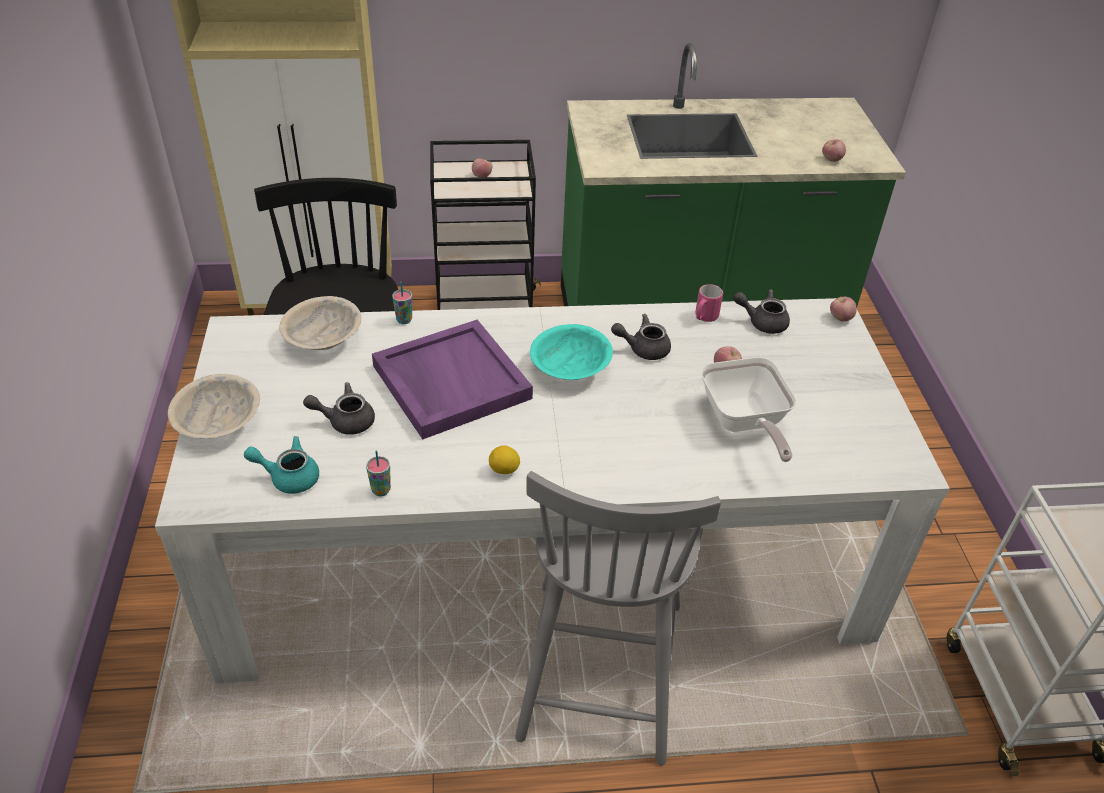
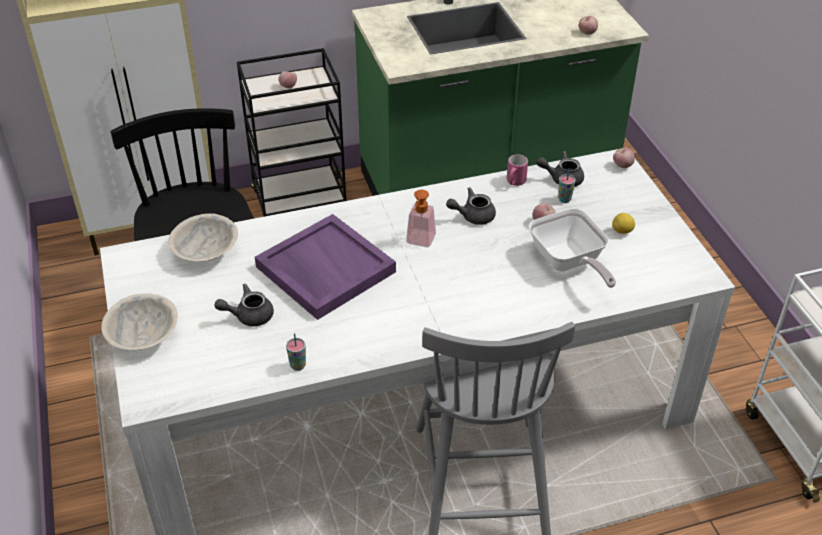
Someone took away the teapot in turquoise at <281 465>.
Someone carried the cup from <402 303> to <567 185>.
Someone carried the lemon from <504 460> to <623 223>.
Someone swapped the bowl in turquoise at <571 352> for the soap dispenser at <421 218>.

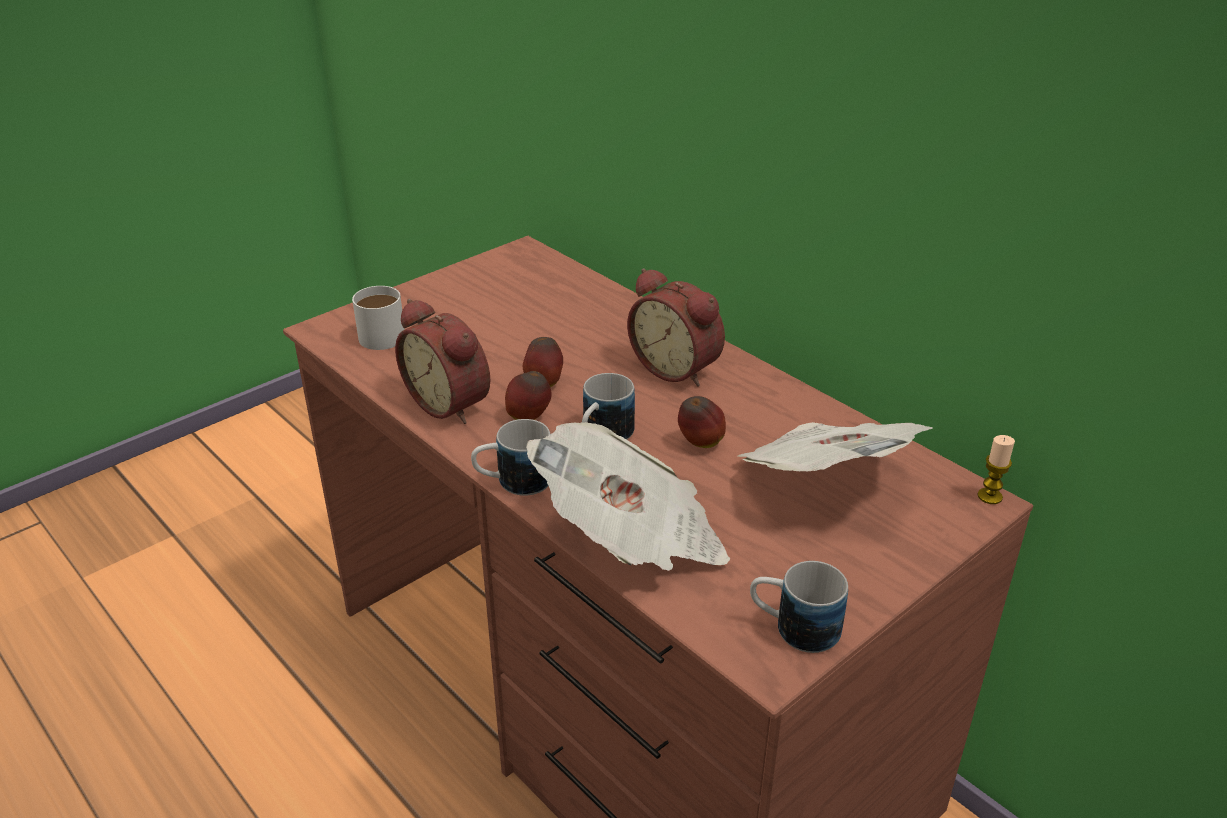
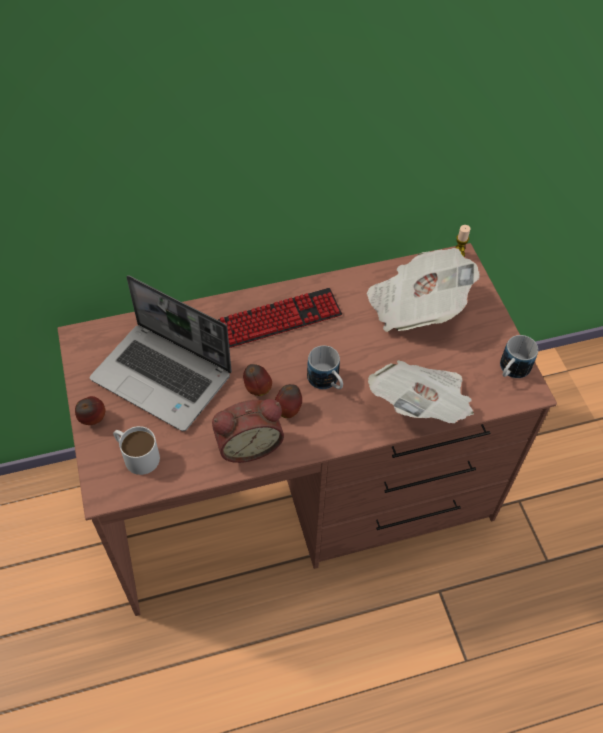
Someone took away the mug at <510 457>.
Someone put down the laptop at <161 353>.
Someone carried the apple from <702 422> to <90 410>.
Someone swapped the alarm clock at <676 327> for the keyboard at <280 318>.

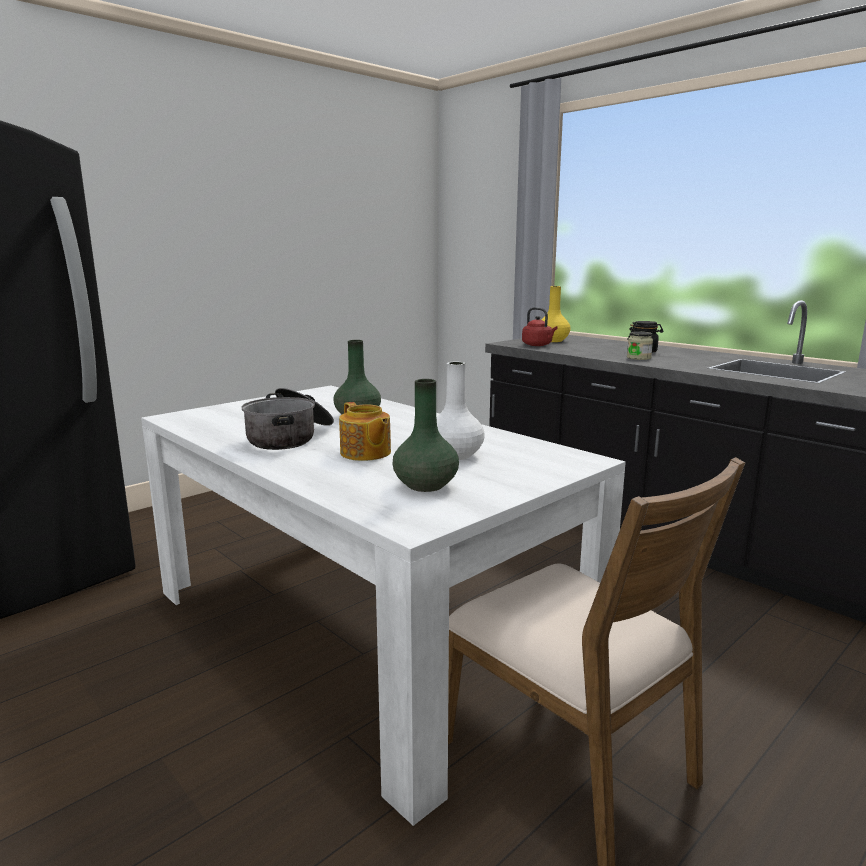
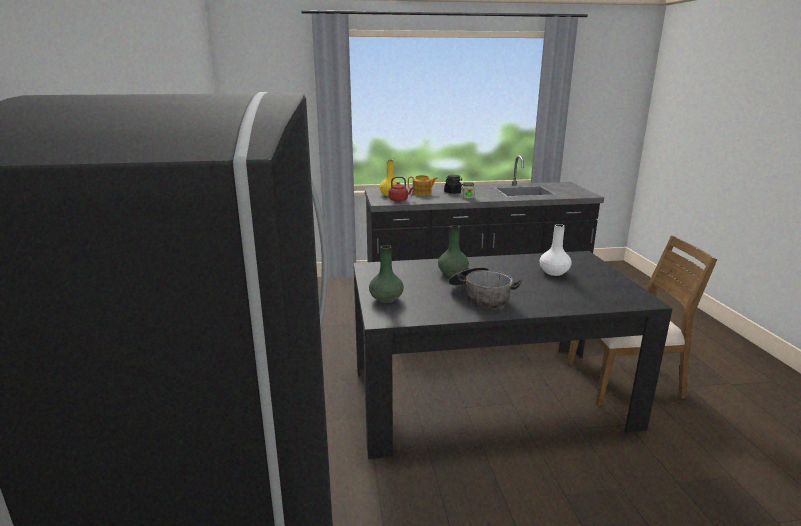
Someone carried the teapot from <365 431> to <423 185>.
Someone carried the vase in green from <426 435> to <386 274>.
Someone repainted the dining table in white at <383 605>, which became the dining table in black at <513 355>.

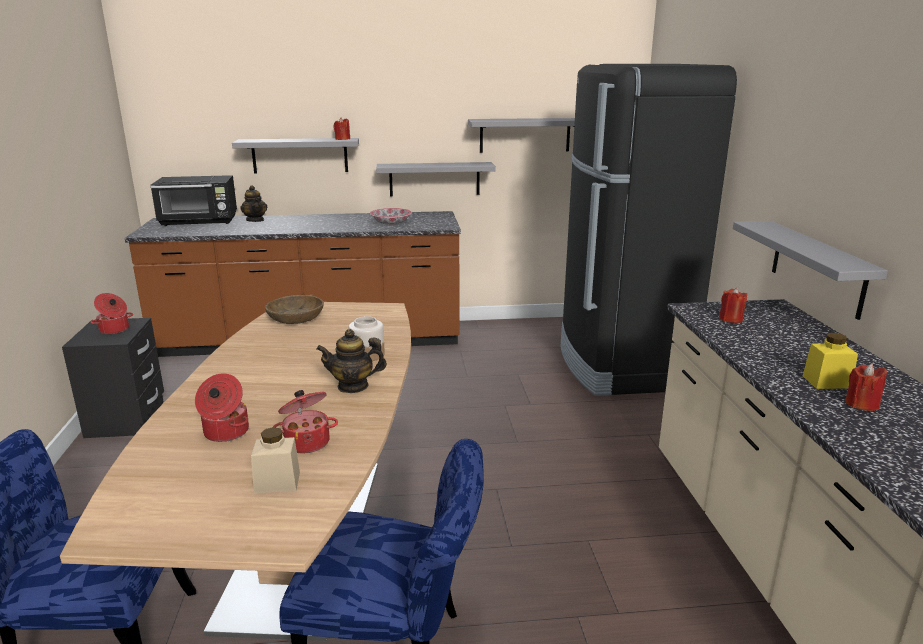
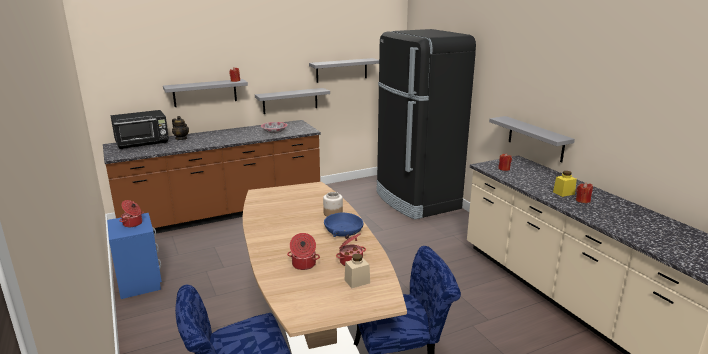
Someone took away the bowl in brown at <294 309>.
Someone swapped the teapot at <351 361> for the bowl in blue at <344 225>.
Someone repainted the nightstand in black at <113 378>, which became the nightstand in blue at <134 256>.

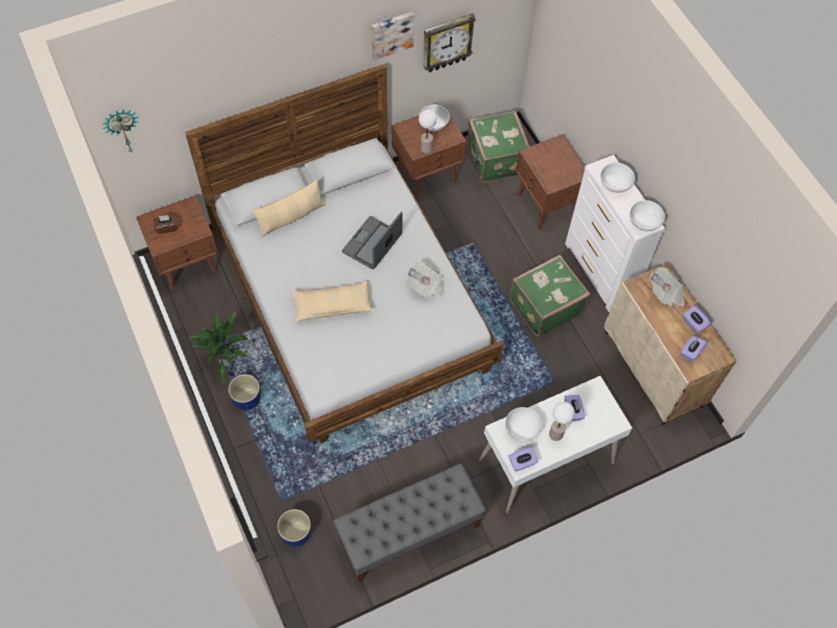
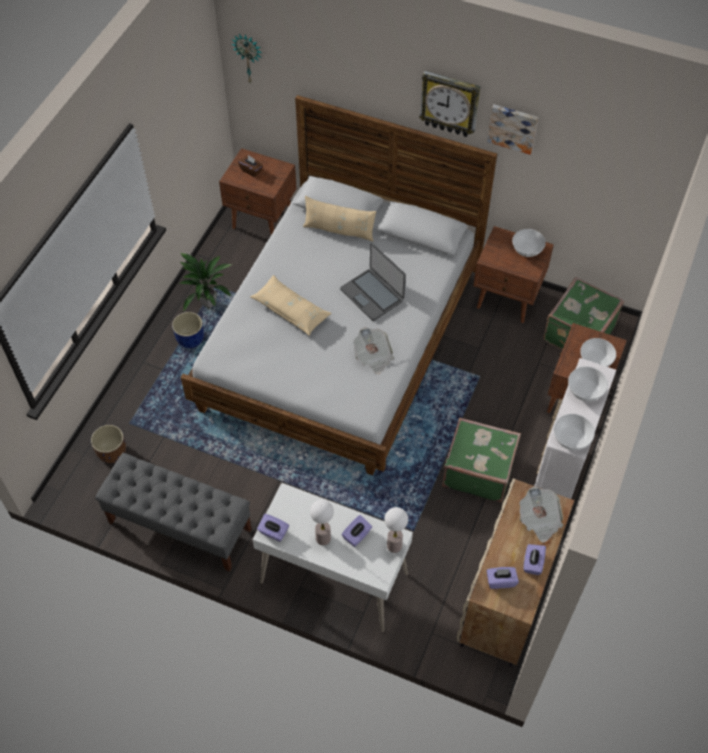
Someone carried the table lamp from <428 131> to <396 530>.
Someone carried the wall clock from <449 43> to <449 104>.
Someone carried the bowl in white from <523 424> to <598 352>.
Someone repainted the planter in blue at <294 528>, which became the planter in brown at <108 444>.
Someone rotated the laptop at <372 240> by 120 degrees counterclockwise.

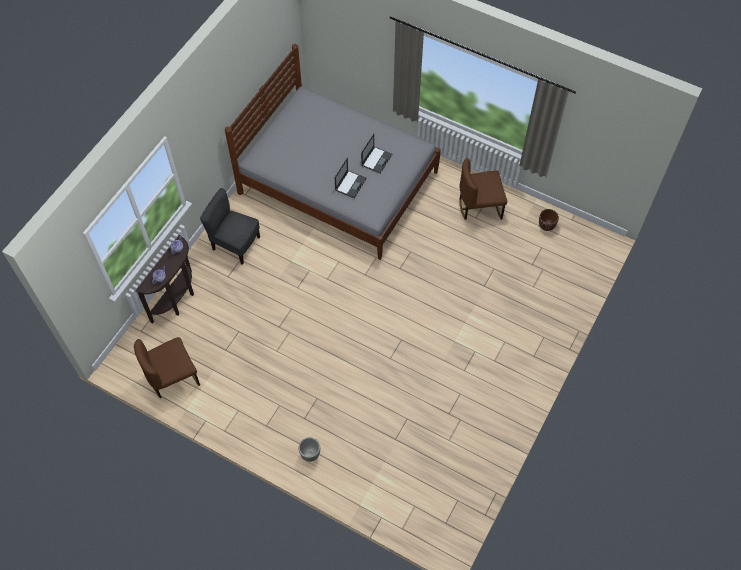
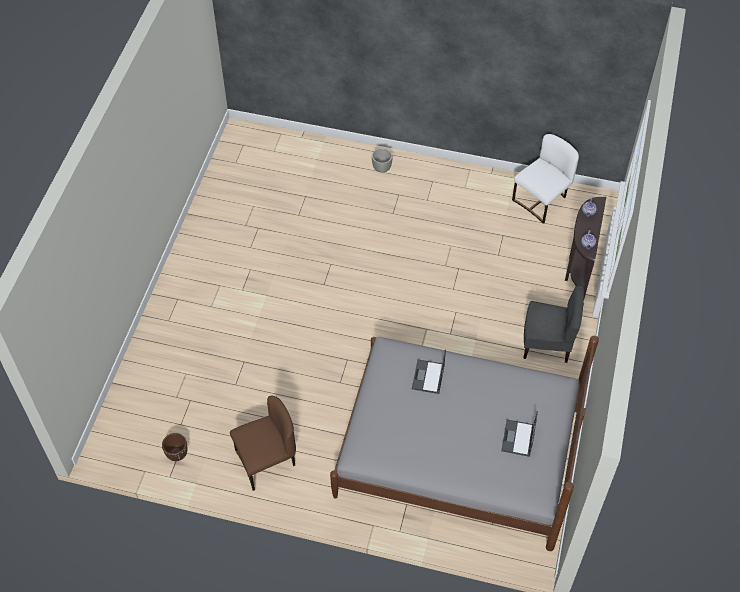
Someone carried the laptop from <376 153> to <519 434>.
Someone repainted the chair in brown at <167 367>, which became the chair in white at <545 179>.

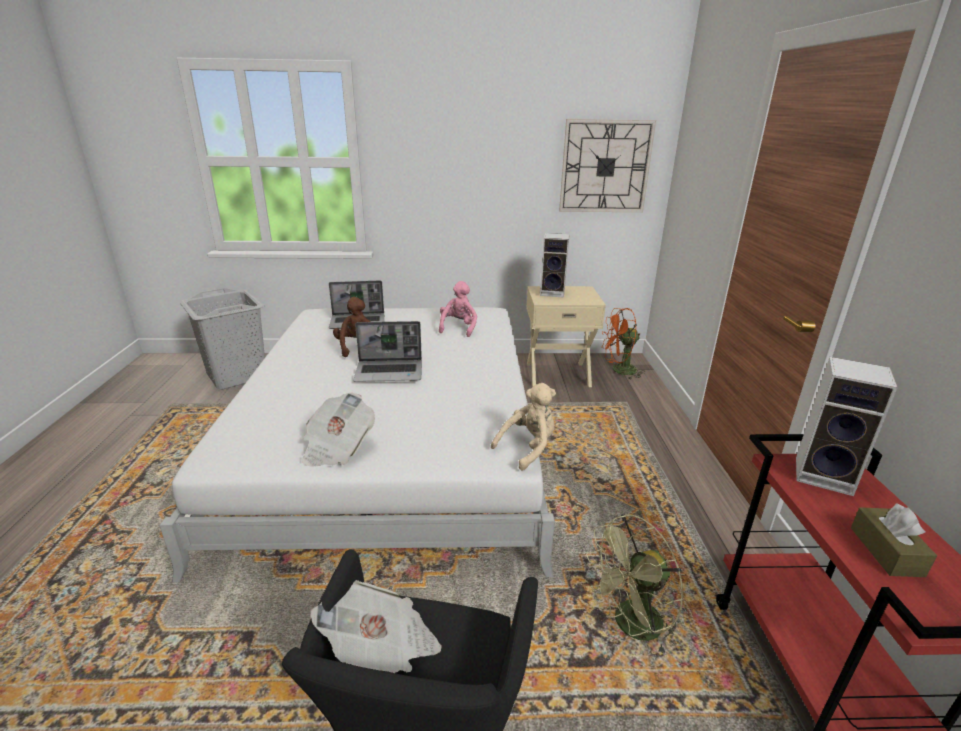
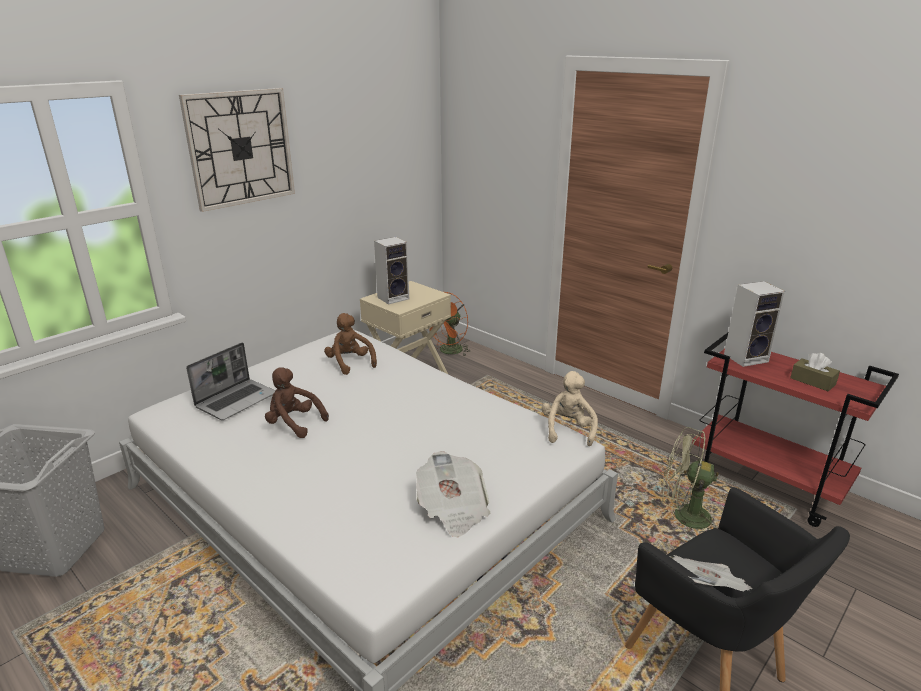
Someone took away the laptop at <387 351>.
Someone carried the wall clock from <607 165> to <237 150>.
Someone repainted the plush toy in pink at <458 309>, which became the plush toy in brown at <350 344>.
Someone rotated the fan in green at <635 584> by 90 degrees clockwise.

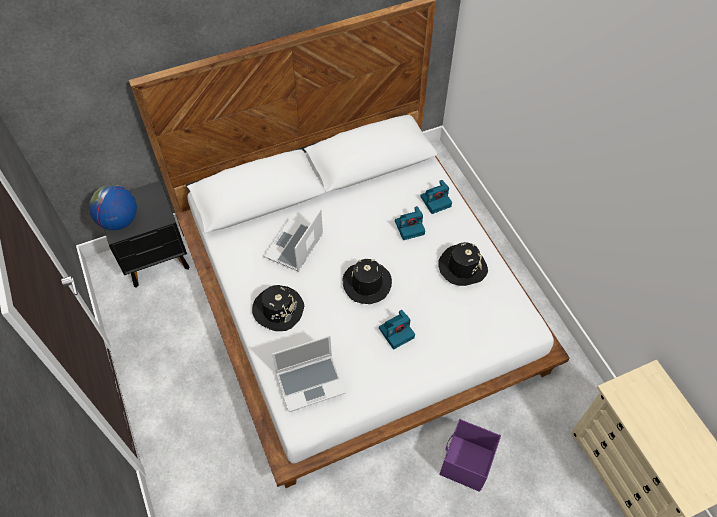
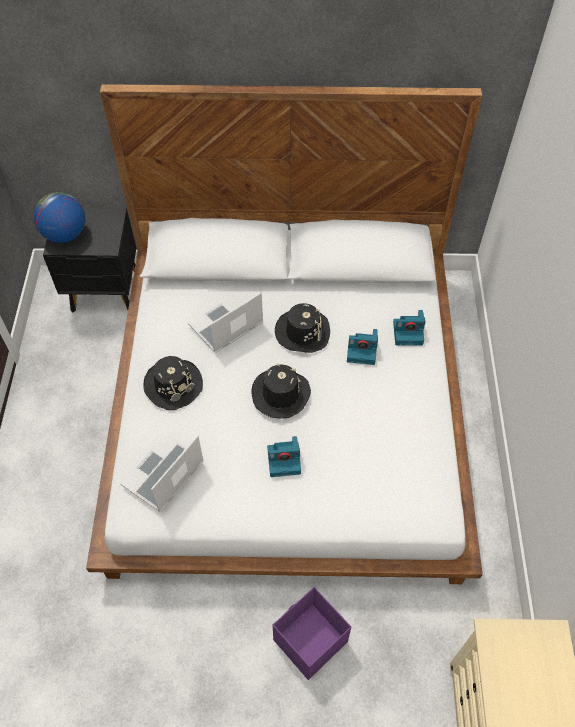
Someone carried the hat in black from <463 264> to <302 328>.
Someone rotated the laptop at <308 373> by 120 degrees clockwise.

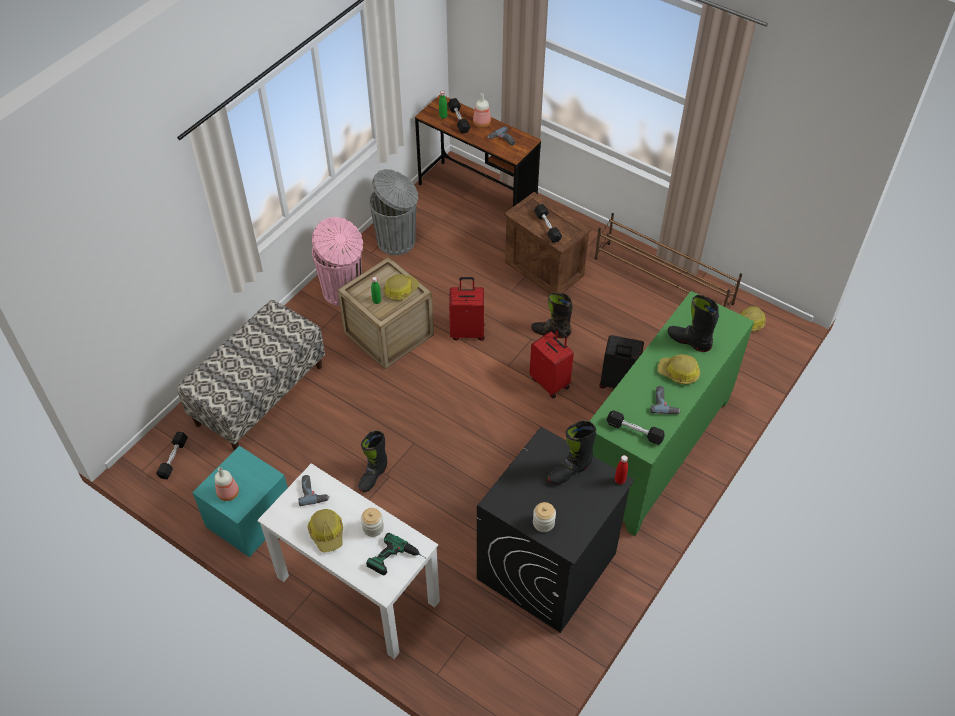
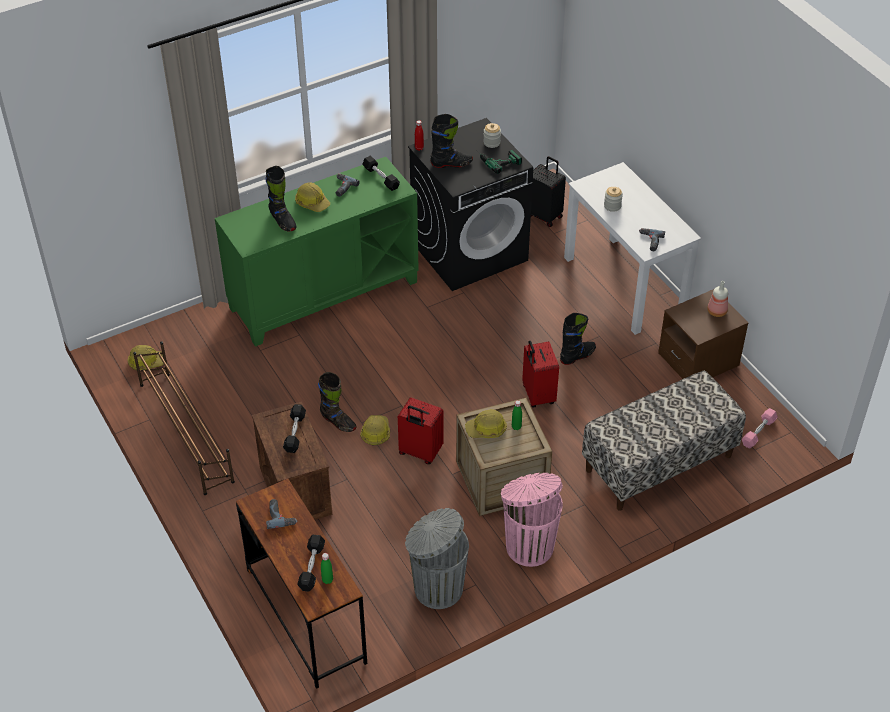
Someone took away the bottle at <482 110>.
Someone carried the hard hat from <325 530> to <375 430>.
Someone carried the power drill from <396 554> to <499 162>.
Someone carried the suitcase in red from <552 363> to <540 374>.
Someone carried the suitcase in black from <621 361> to <548 191>.
Someone repainted the dumbbell in black at <172 455>, which became the dumbbell in pink at <760 428>.
Someone repainted the nightstand in turquoise at <240 501>, which became the nightstand in brown at <703 334>.

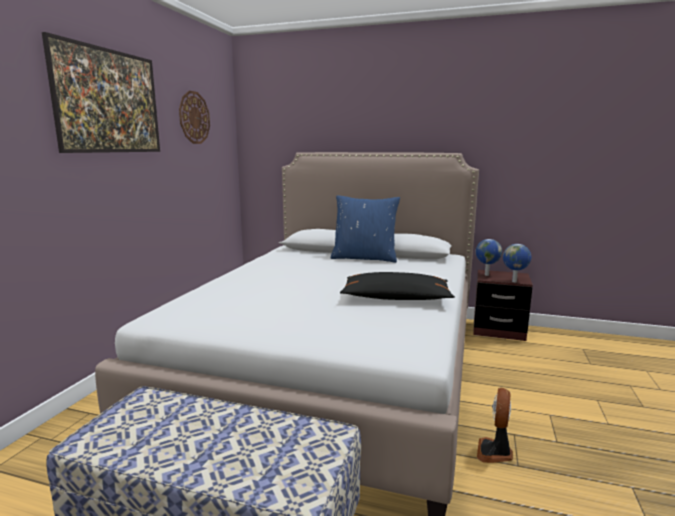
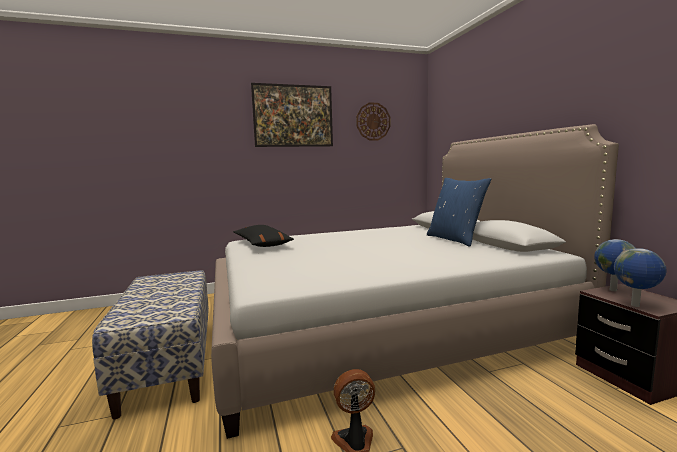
Someone carried the pillow in black from <397 286> to <263 236>.

